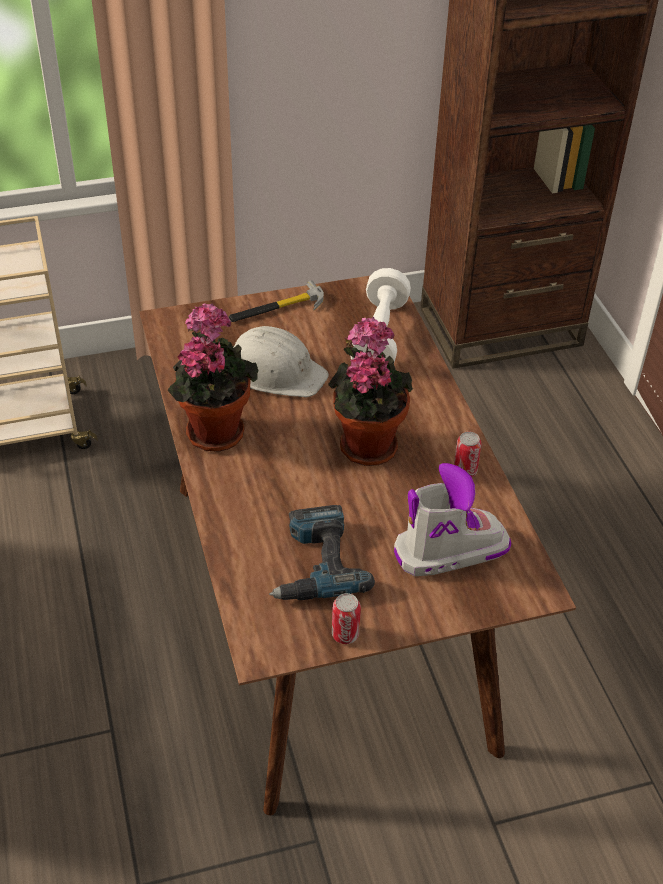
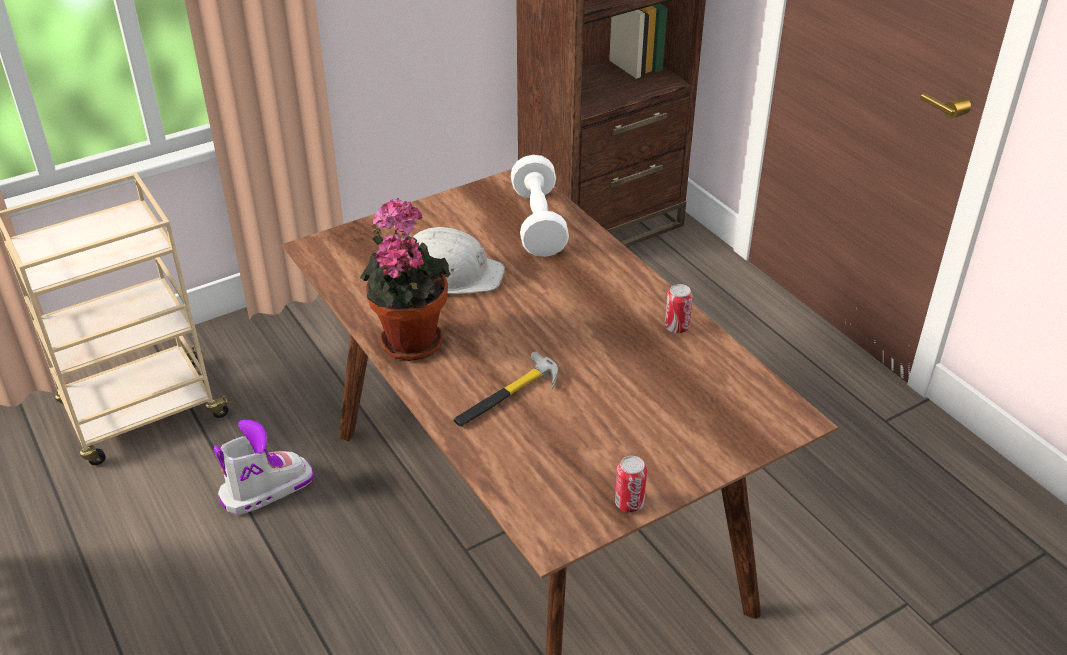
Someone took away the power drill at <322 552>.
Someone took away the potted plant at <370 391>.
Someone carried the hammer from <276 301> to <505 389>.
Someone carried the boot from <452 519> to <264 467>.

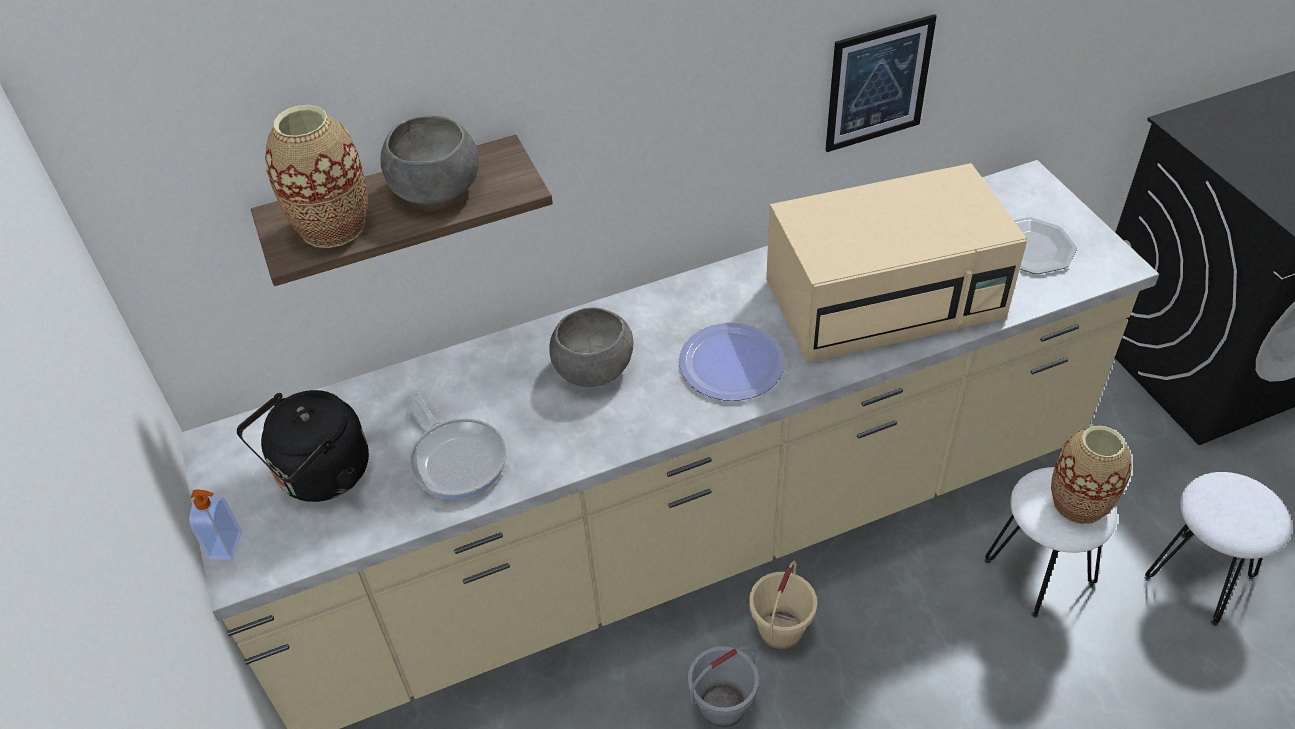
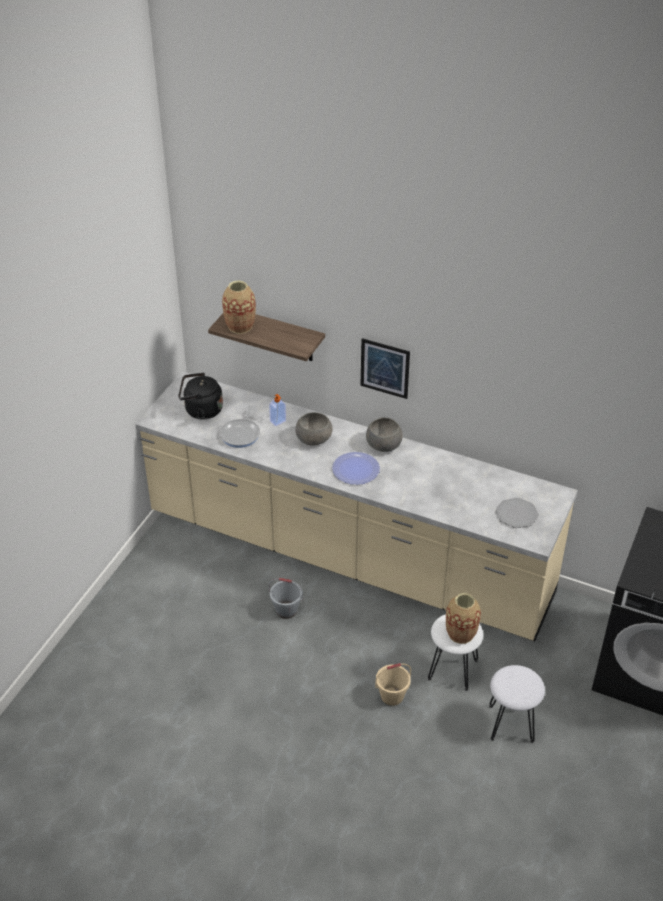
Someone took away the microwave in beige at <896 263>.
Someone carried the soap dispenser from <215 525> to <277 410>.
Someone carried the bowl in grey from <429 159> to <384 434>.
Someone carried the bucket in beige from <783 604> to <393 684>.
Someone carried the picture from <881 83> to <385 368>.

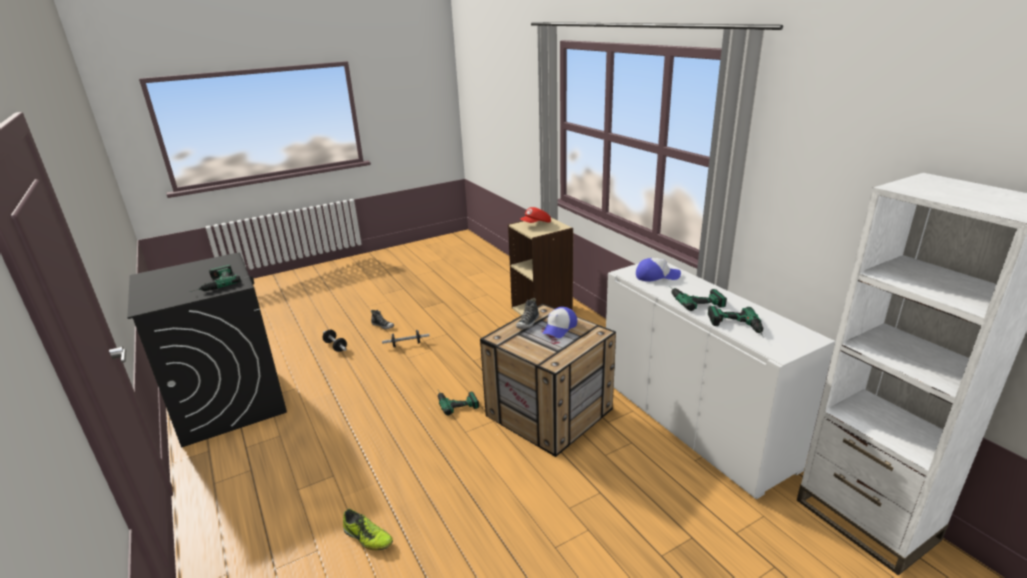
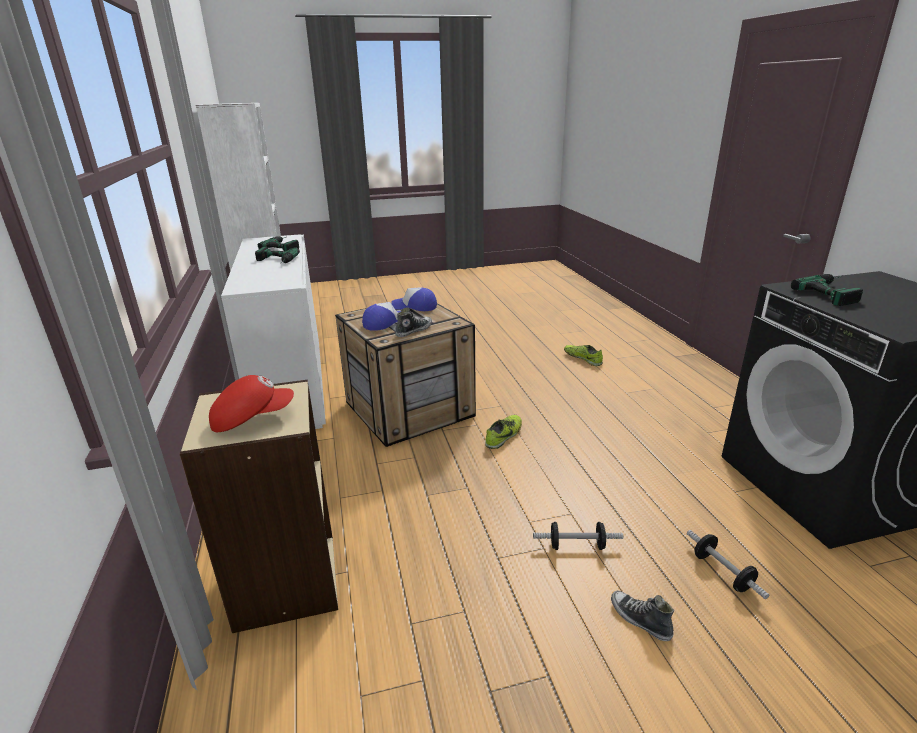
Someone carried the cap from <658 270> to <414 299>.
Someone swapped the power drill at <458 402> for the shoe at <503 432>.

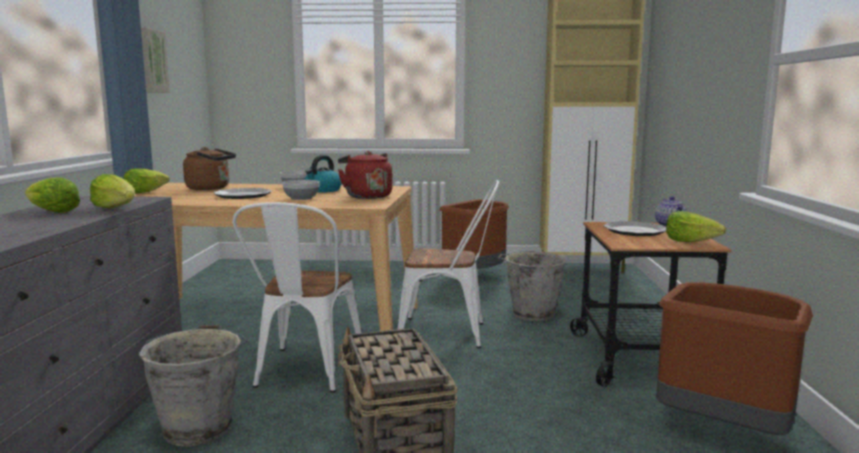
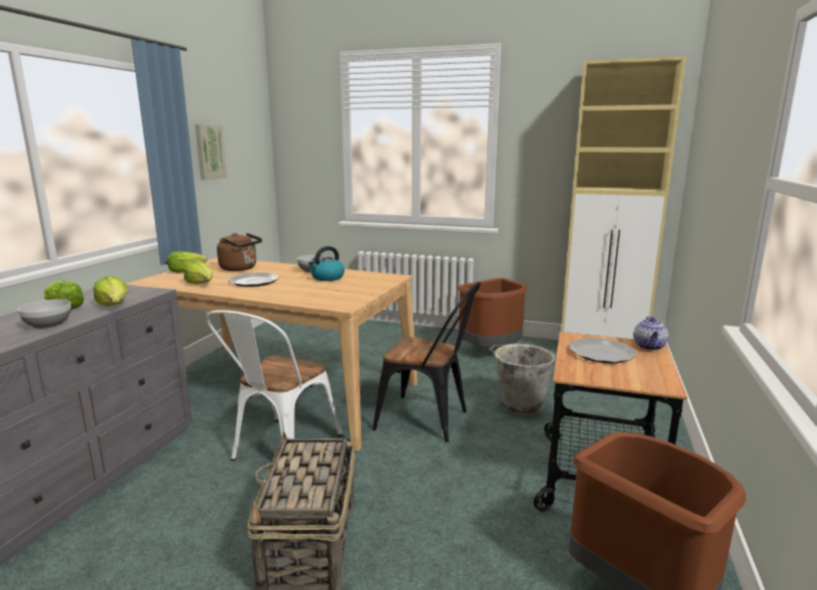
Someone took away the bucket in grey at <193 386>.
Someone took away the kettle in red at <365 175>.
Someone carried the bowl from <301 190> to <44 314>.
Someone carried the lettuce from <696 226> to <198 272>.
Someone repainted the chair in white at <448 264>, which became the chair in black at <426 362>.

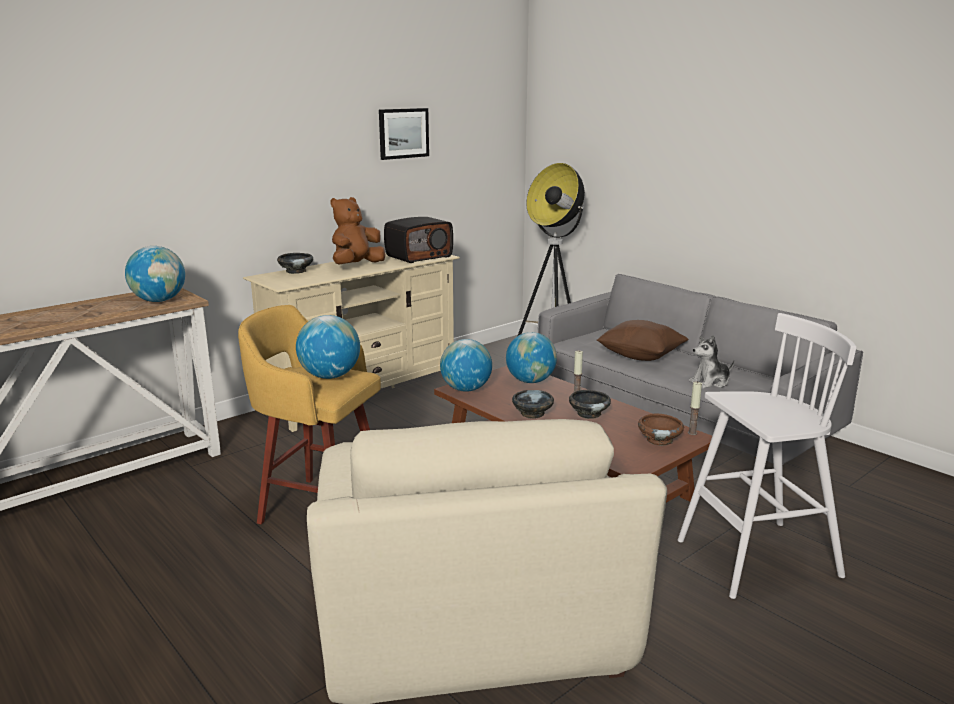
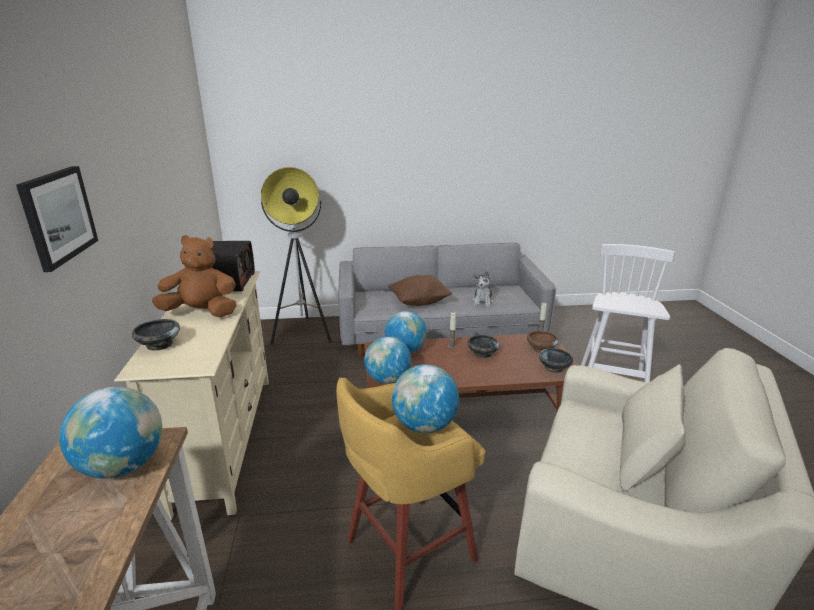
Someone carried the picture from <404 134> to <57 219>.
Someone carried the bowl in black from <533 404> to <556 360>.
Someone rotated the plush toy in brown at <357 231> by 105 degrees clockwise.

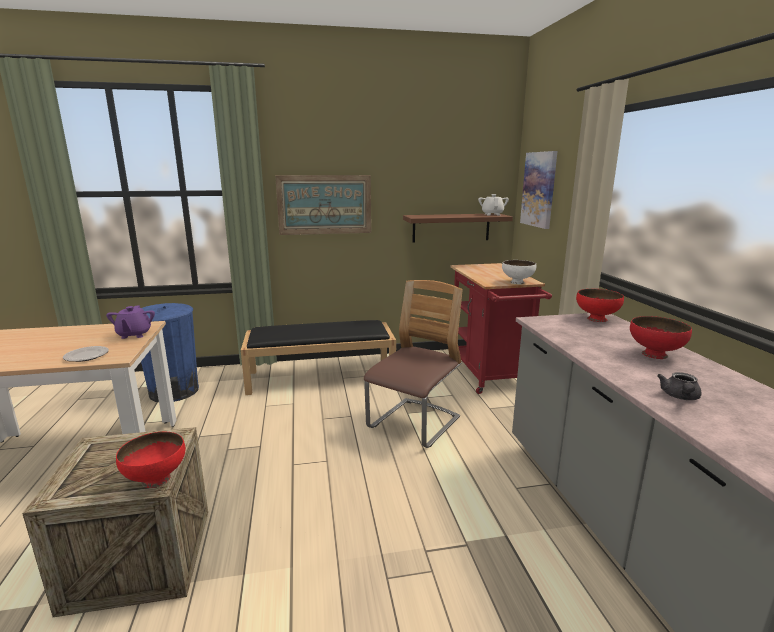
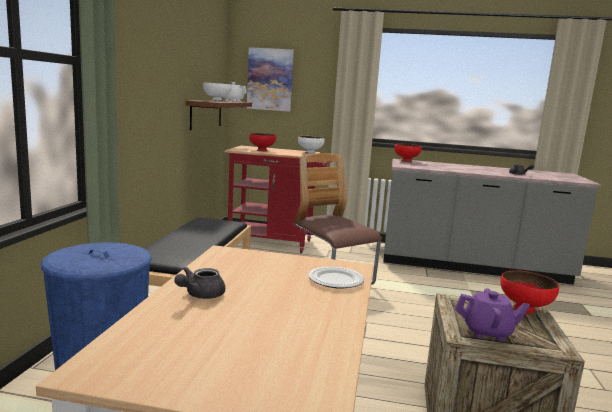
Someone took away the picture at <323 205>.
Someone put down the teapot in grey at <199 283>.
Someone put down the bowl in white at <217 92>.
Someone carried the teapot in purple from <130 322> to <492 314>.
Someone carried the bowl in red from <661 337> to <262 142>.

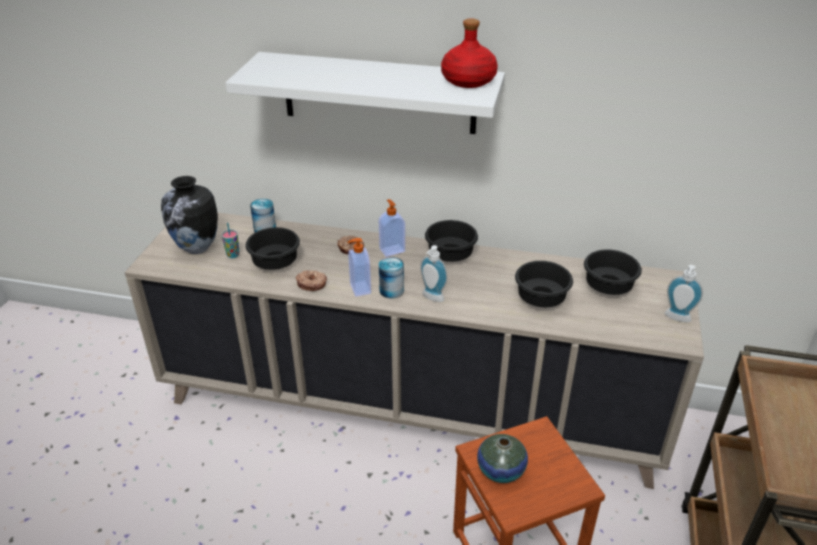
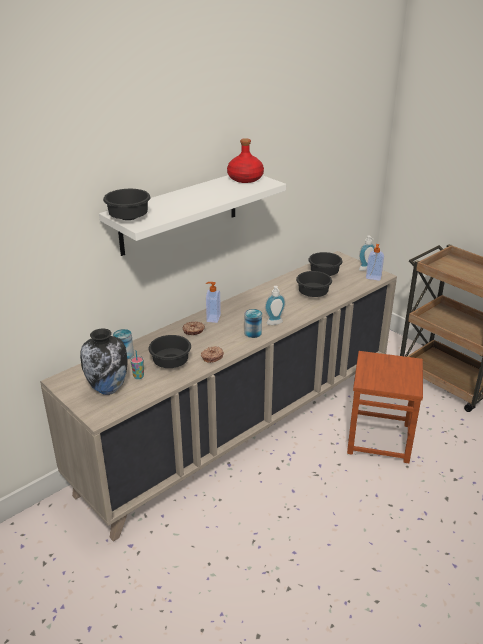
Someone took away the vase at <502 458>.
Someone carried the soap dispenser from <359 267> to <375 262>.
Someone carried the bowl in black from <451 241> to <127 204>.

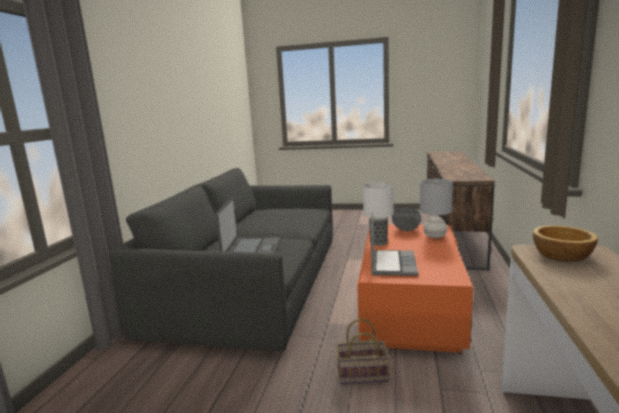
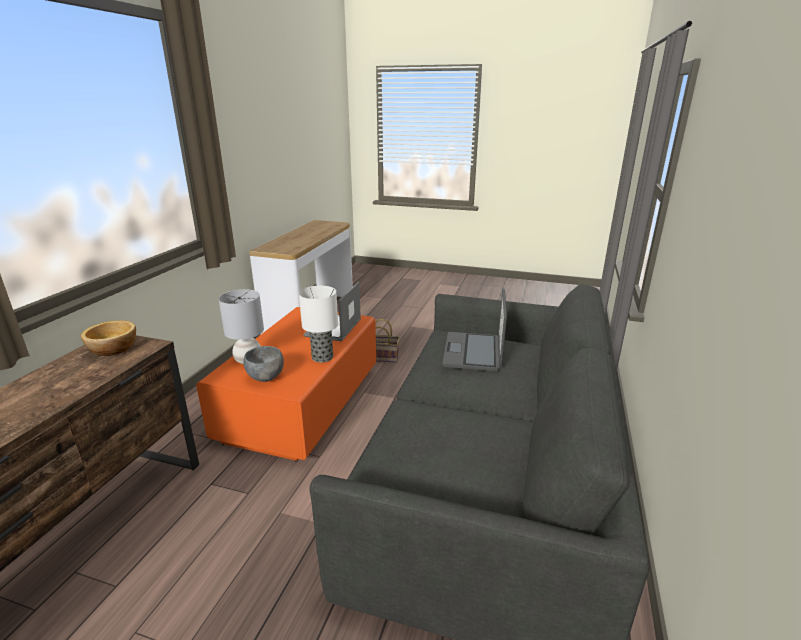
Someone carried the bowl from <565 243> to <108 338>.

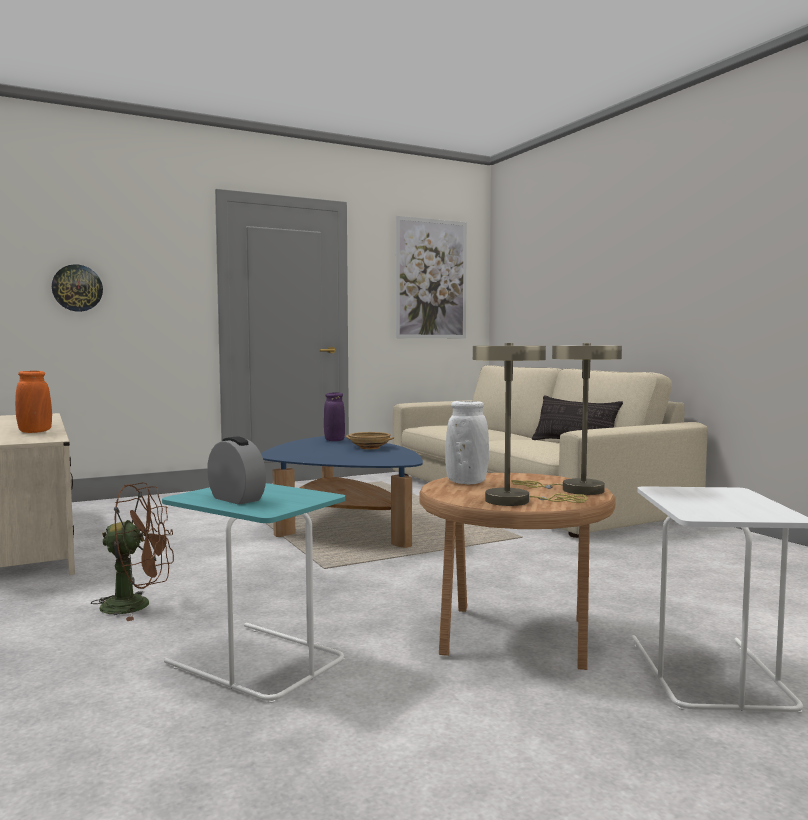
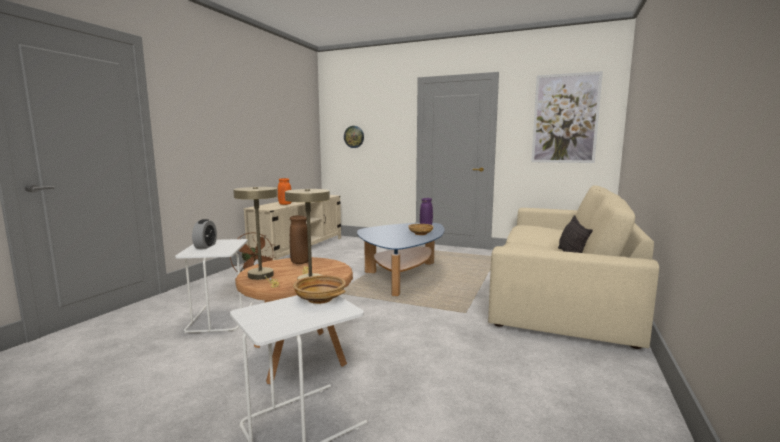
Someone put down the bowl in beige at <319 289>.
Someone repainted the side table in turquoise at <253 593>, which became the side table in white at <213 286>.
Someone repainted the vase in white at <467 442>, which became the vase in brown at <299 239>.

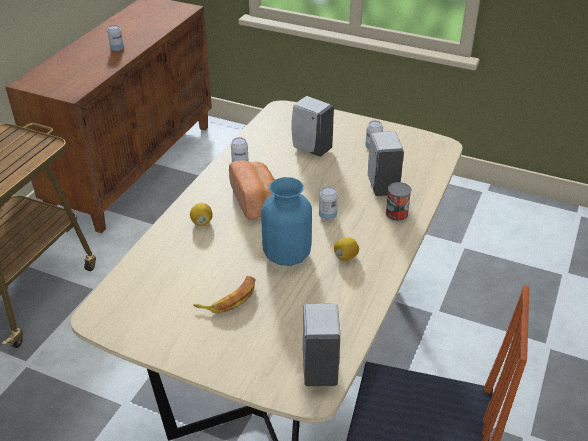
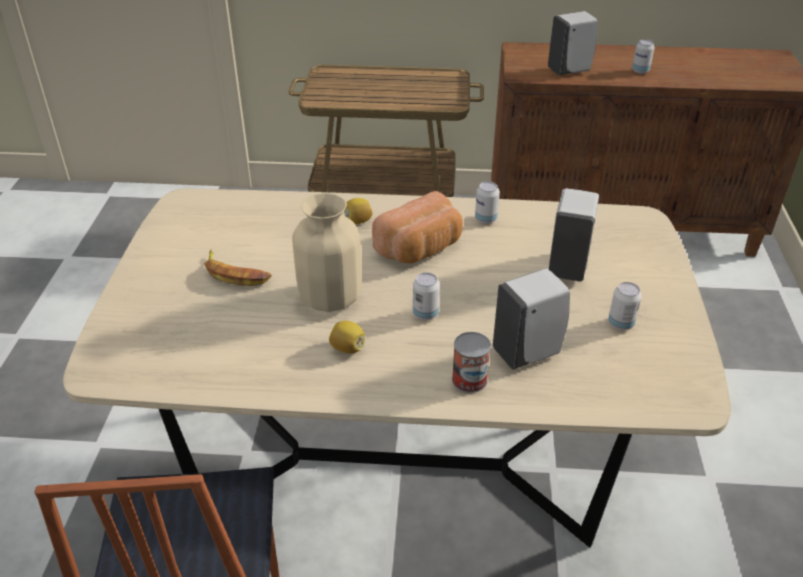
Someone carried the soap dispenser in white from <322 344> to <573 43>.
Someone repainted the vase in blue at <286 221>, which became the vase in beige at <327 252>.

